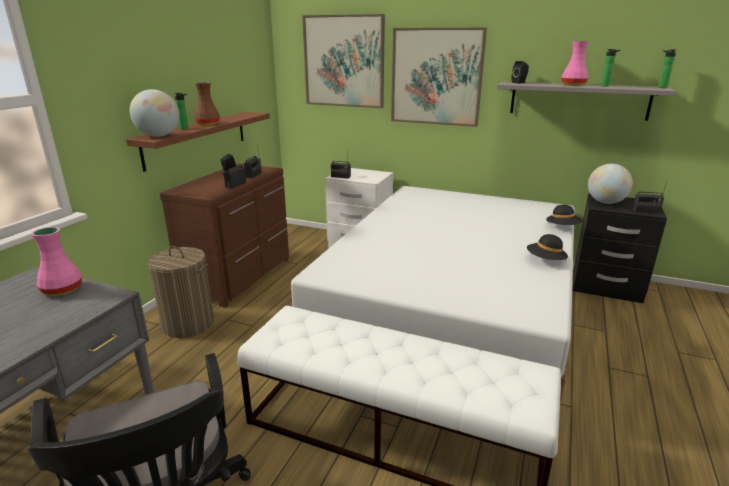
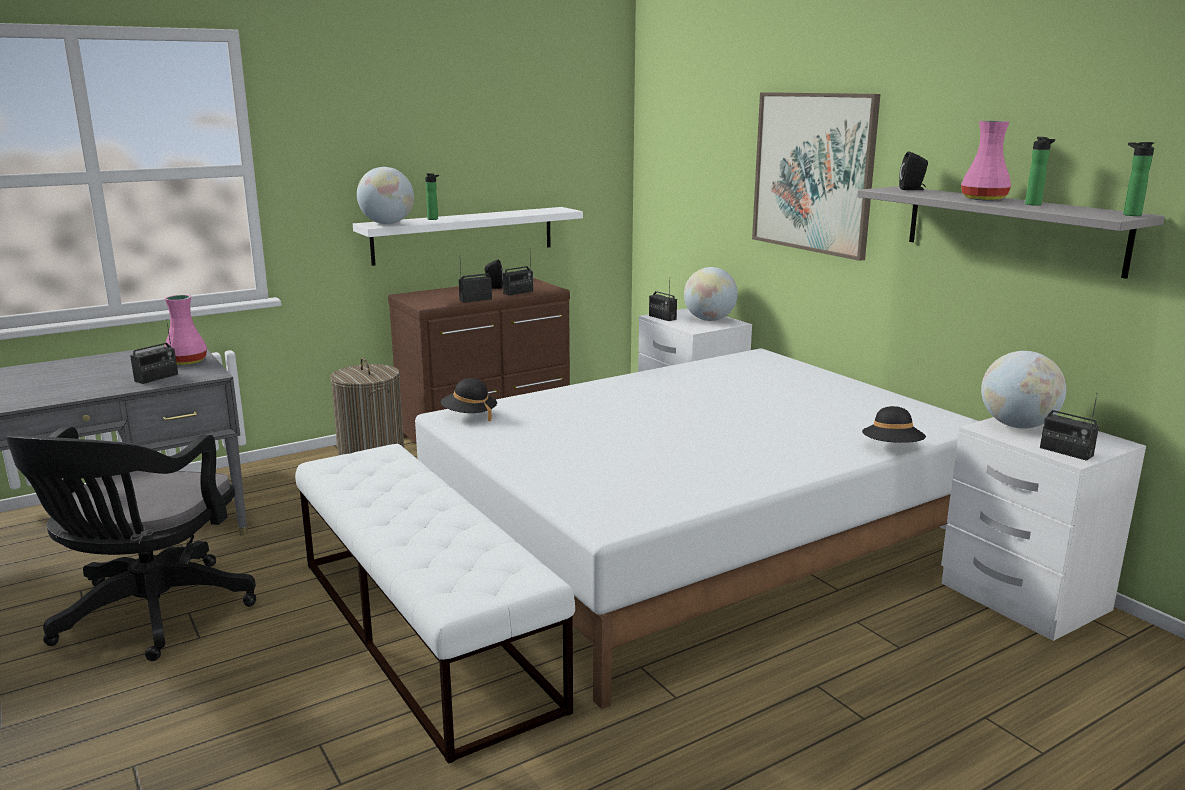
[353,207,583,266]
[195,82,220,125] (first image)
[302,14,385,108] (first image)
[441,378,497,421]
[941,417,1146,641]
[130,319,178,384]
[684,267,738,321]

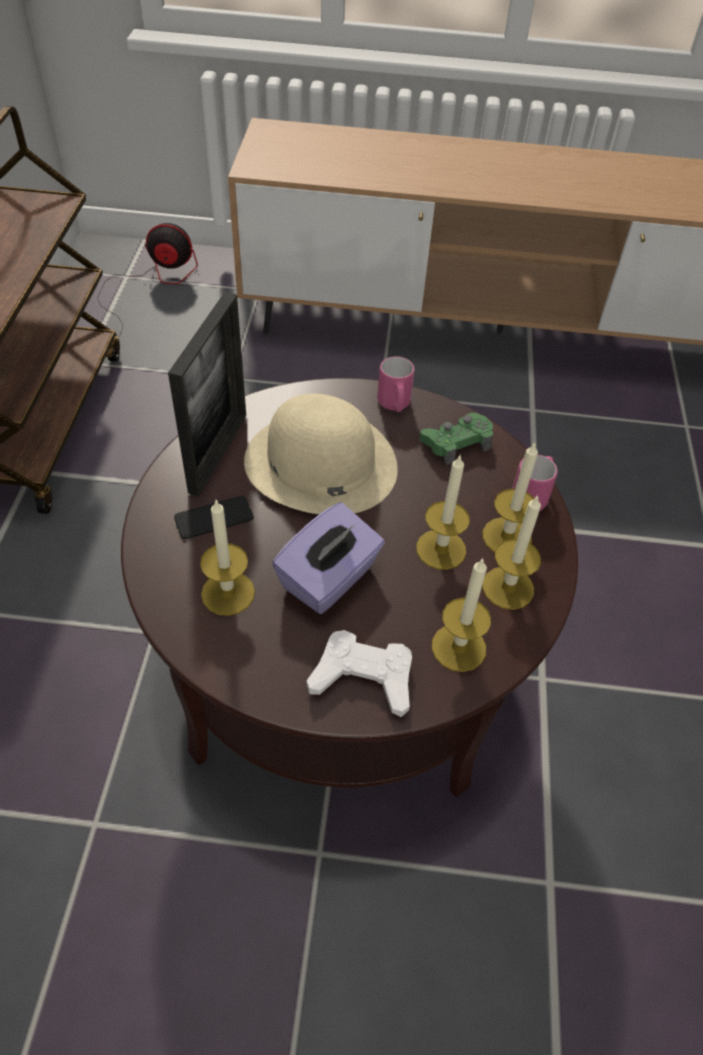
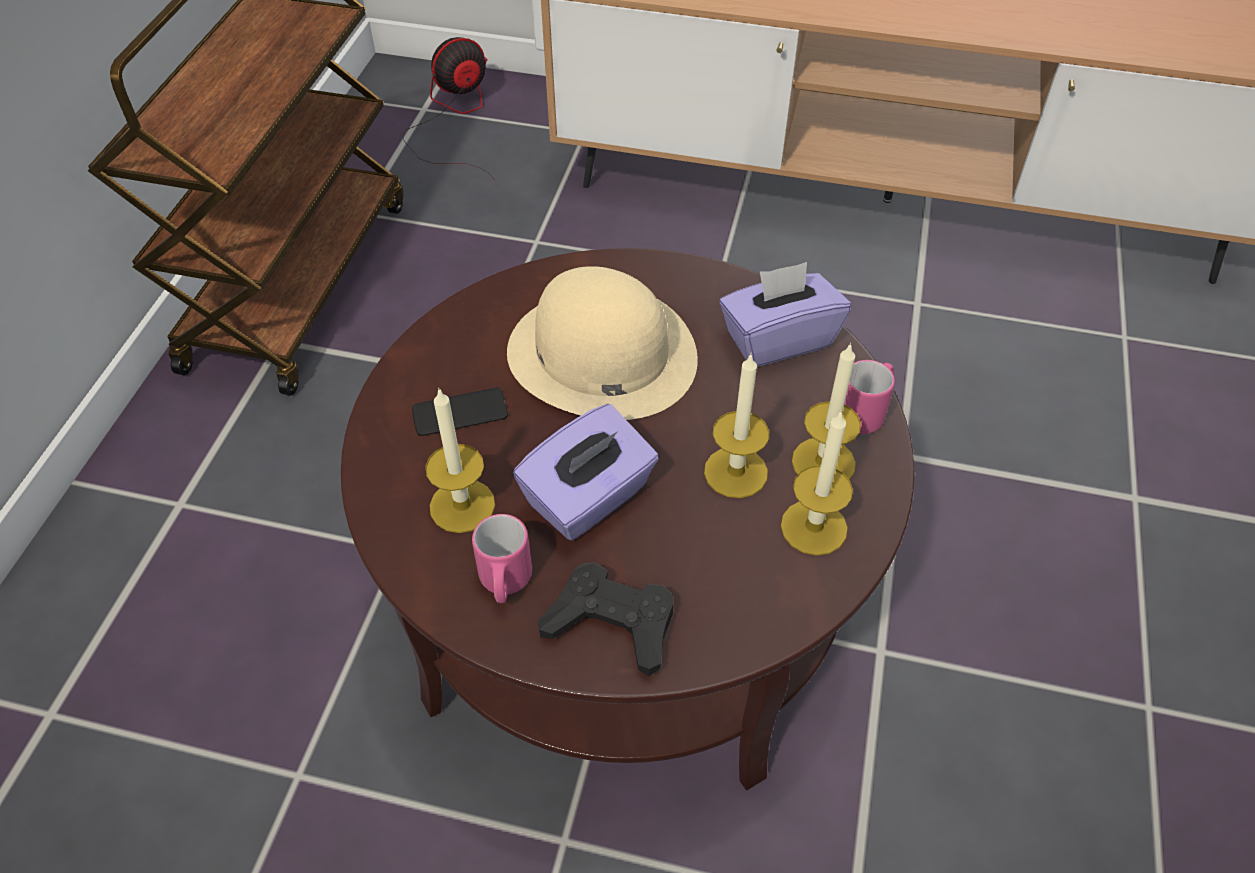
[403,37,496,181]
[168,292,246,496] (first image)
[538,562,673,676]
[472,514,532,603]
[719,262,851,366]
[432,558,491,672] (first image)

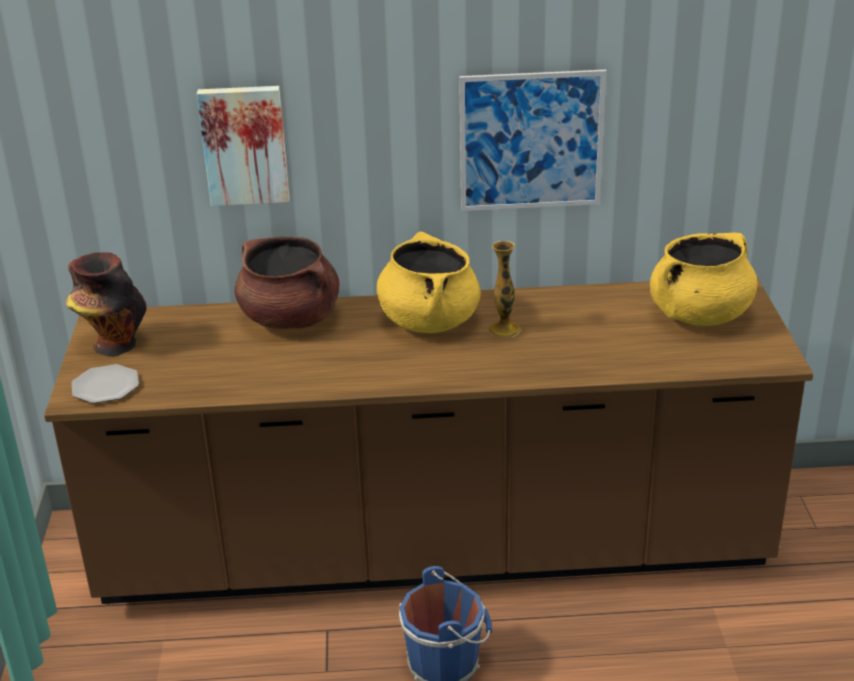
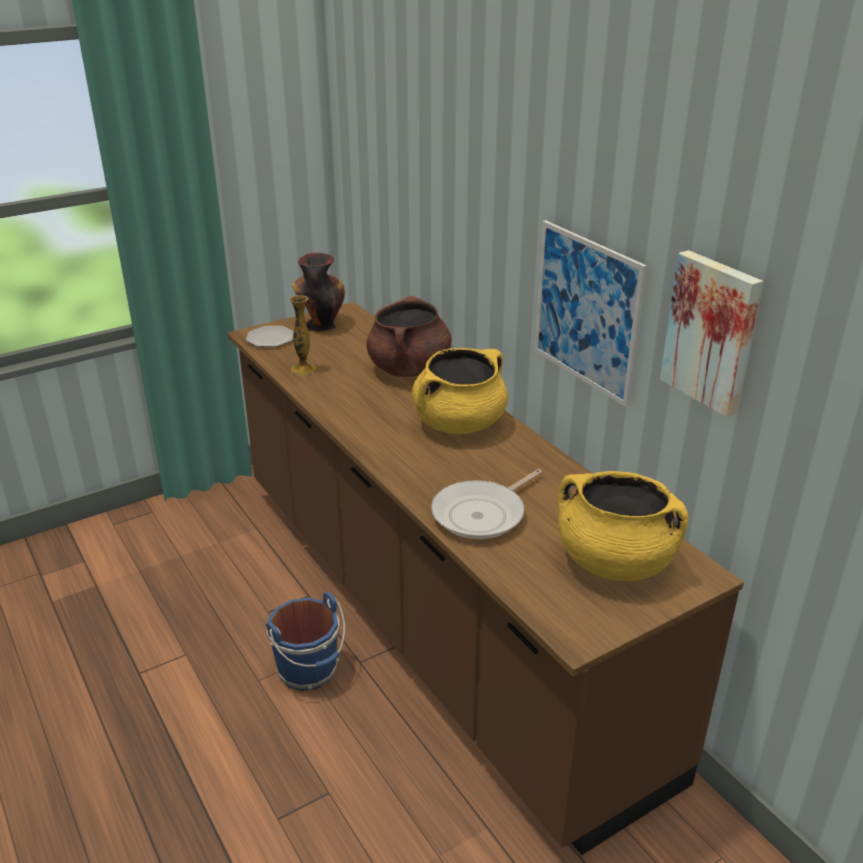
[660,250,763,417]
[290,295,316,375]
[431,469,542,539]

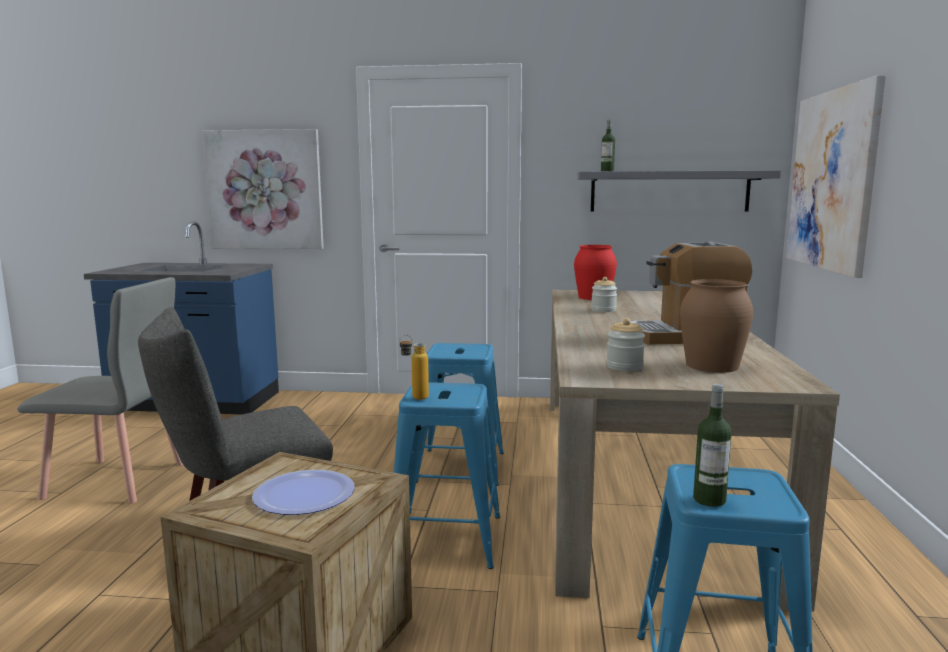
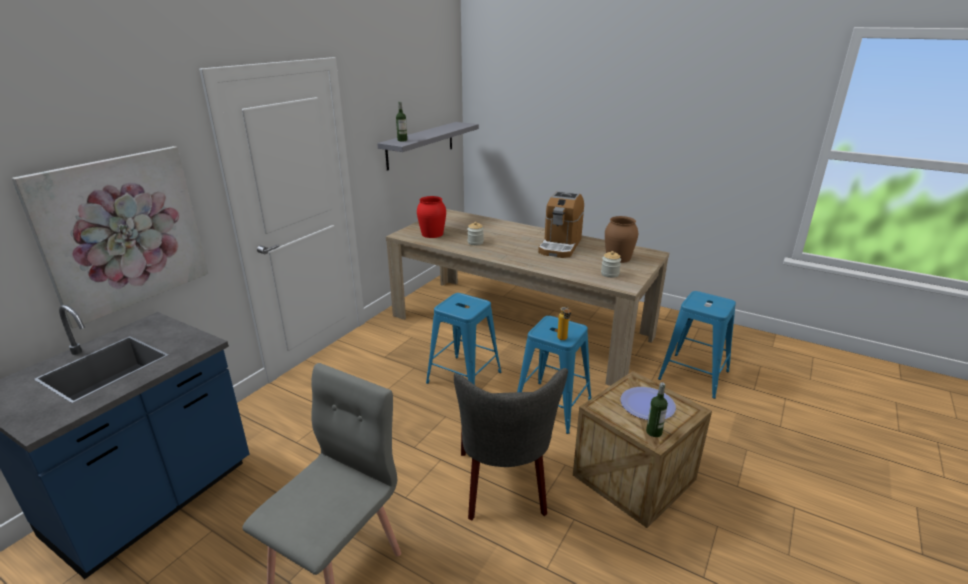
[646,382,668,437]
[786,75,886,278] (first image)

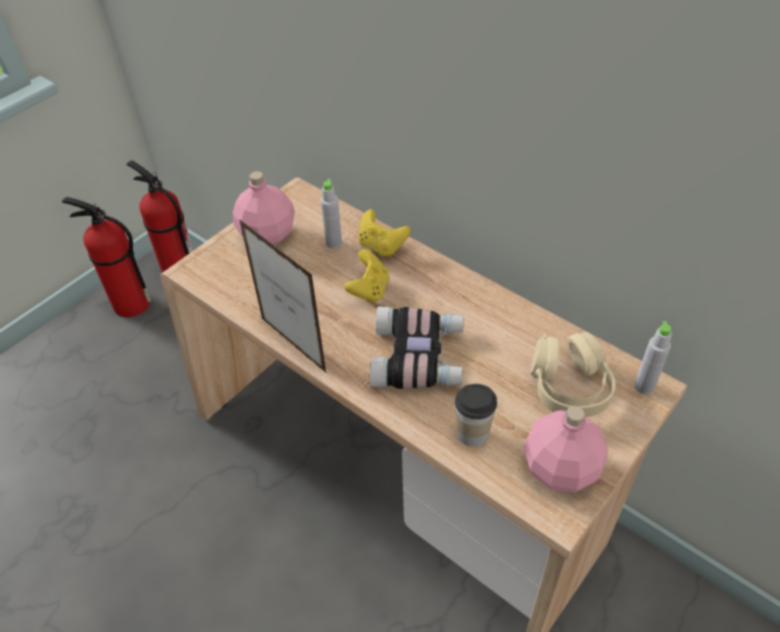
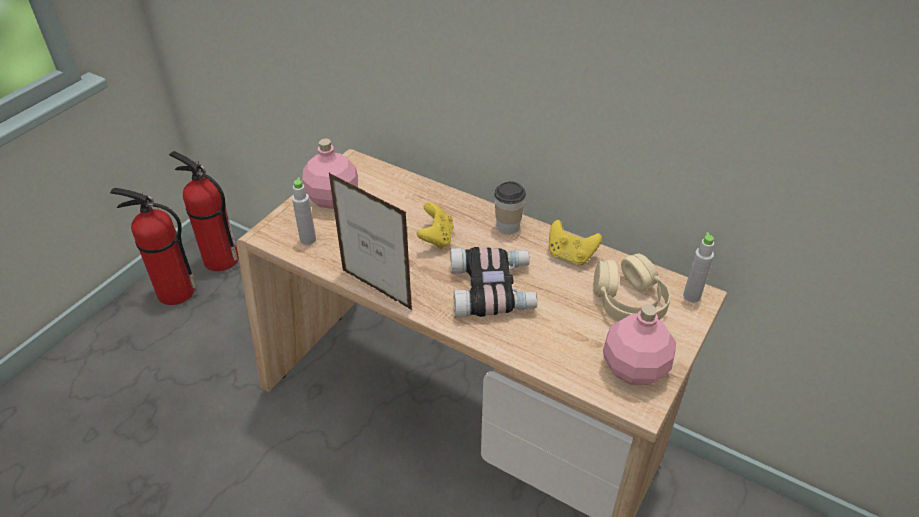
[292,178,316,245]
[549,220,602,265]
[494,181,526,234]

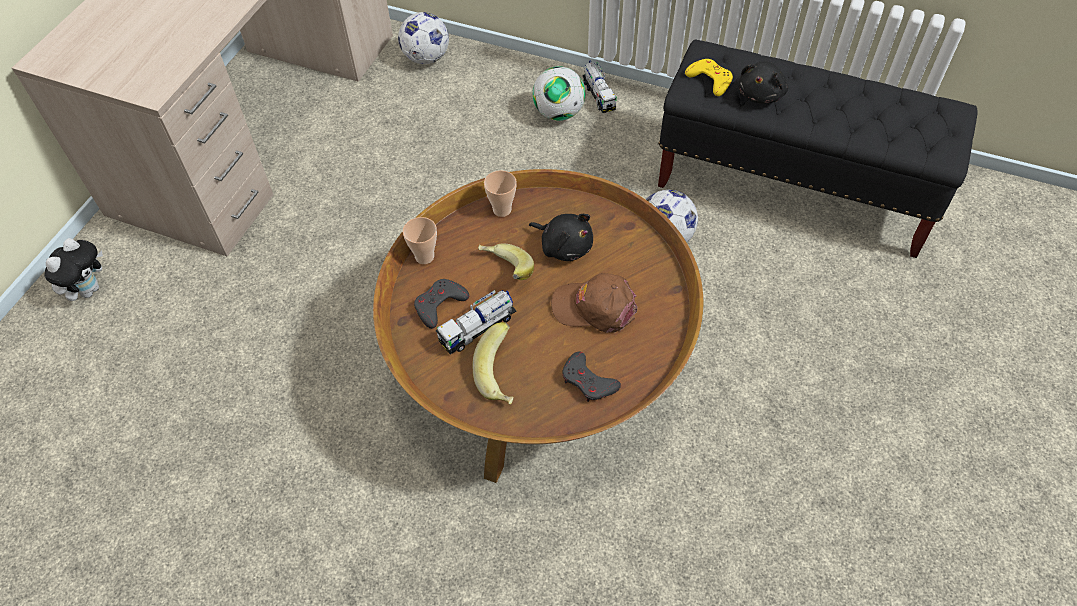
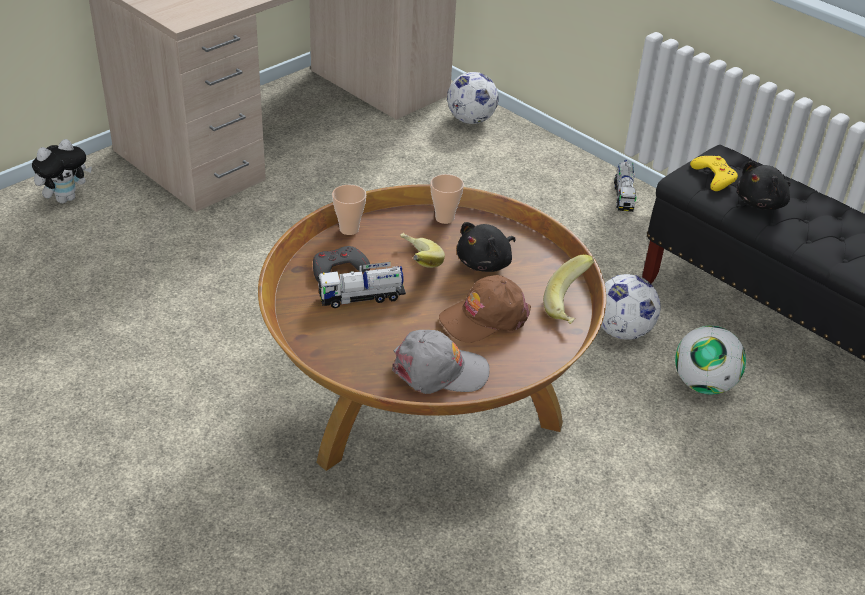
[543,255,594,324]
[457,222,516,272]
[675,326,746,394]
[439,275,531,343]
[392,330,490,394]

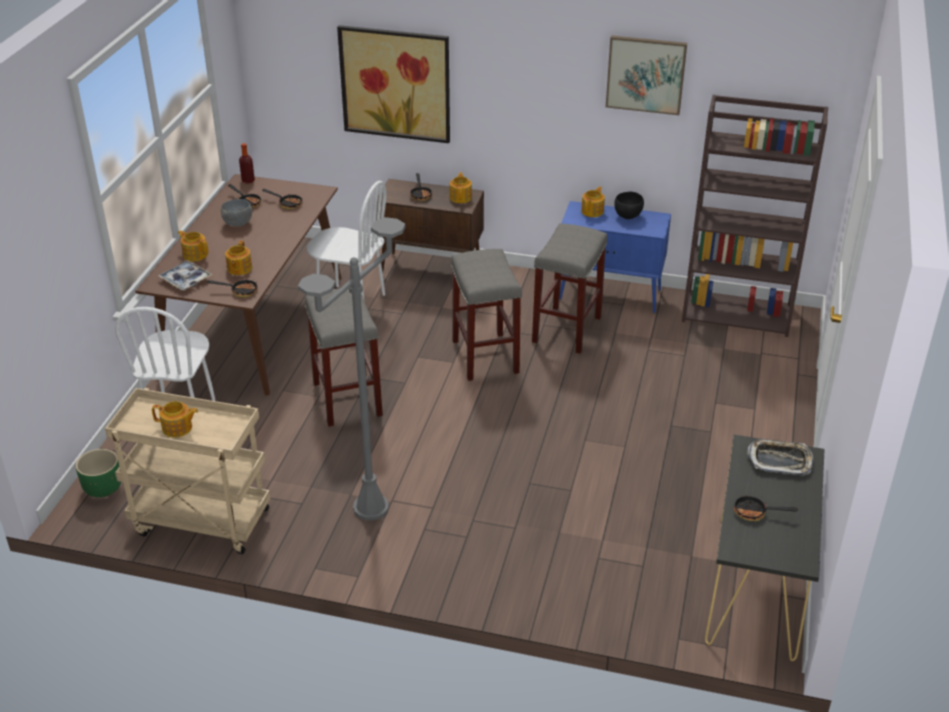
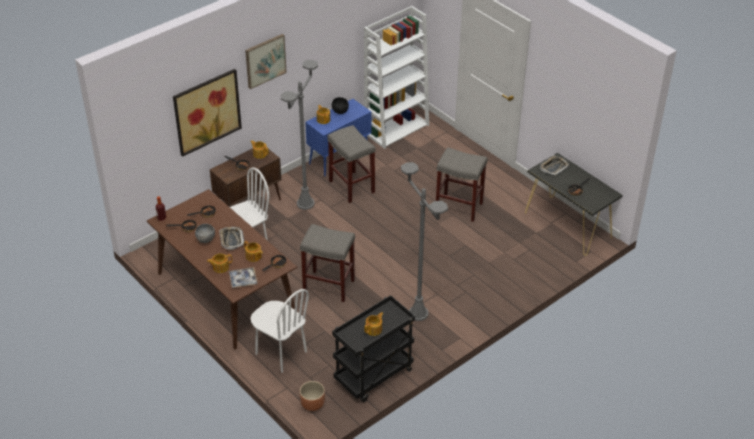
[300,381,325,411]
[332,295,415,402]
[436,147,488,222]
[245,34,287,89]
[364,6,429,149]
[219,227,245,250]
[281,60,318,210]

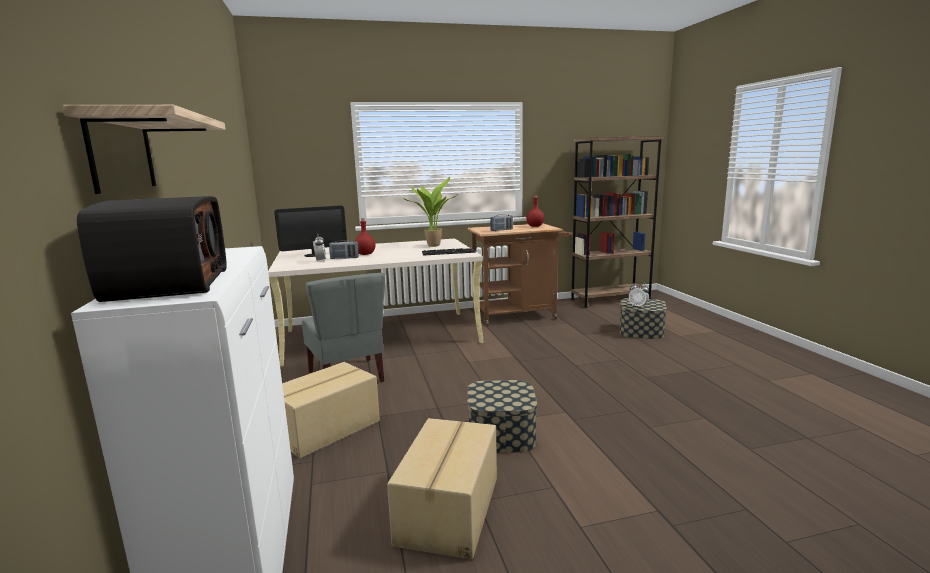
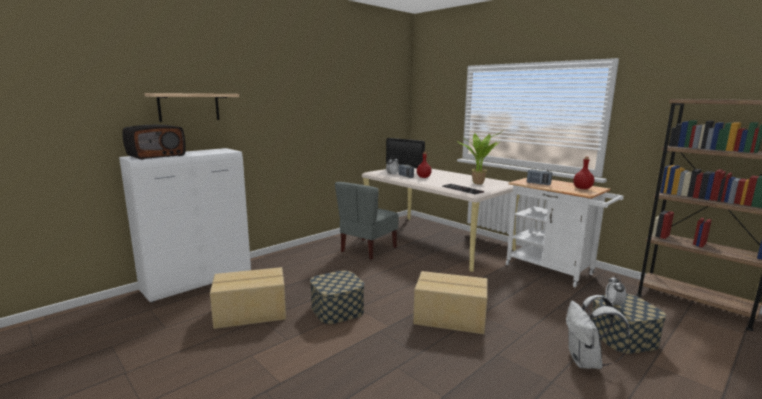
[413,271,488,334]
[506,178,624,287]
[566,295,631,369]

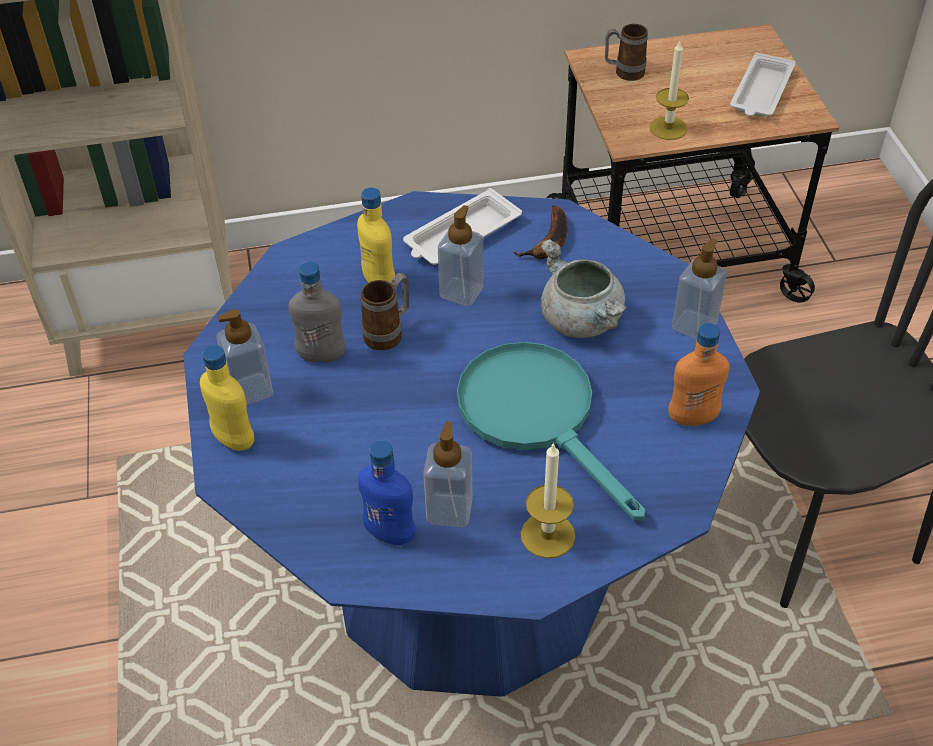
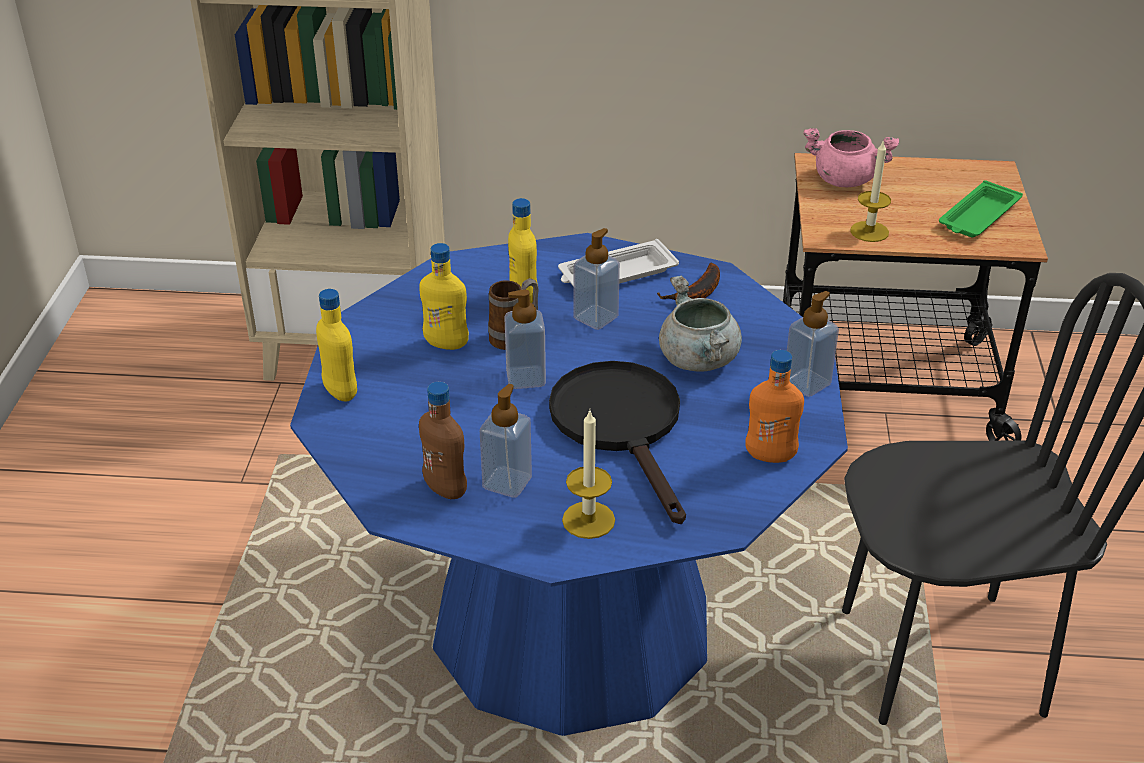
[504,289,546,389]
[419,243,469,350]
[419,382,467,499]
[549,361,686,524]
[803,128,899,187]
[939,180,1023,237]

